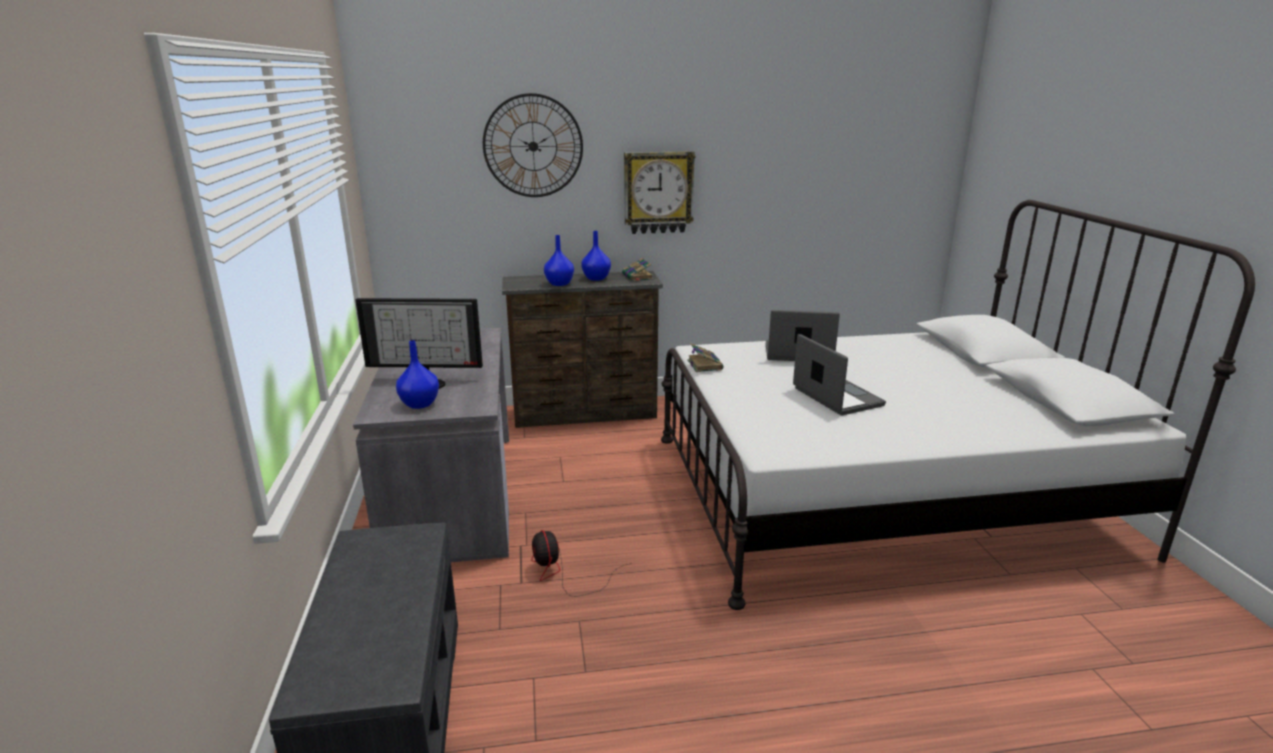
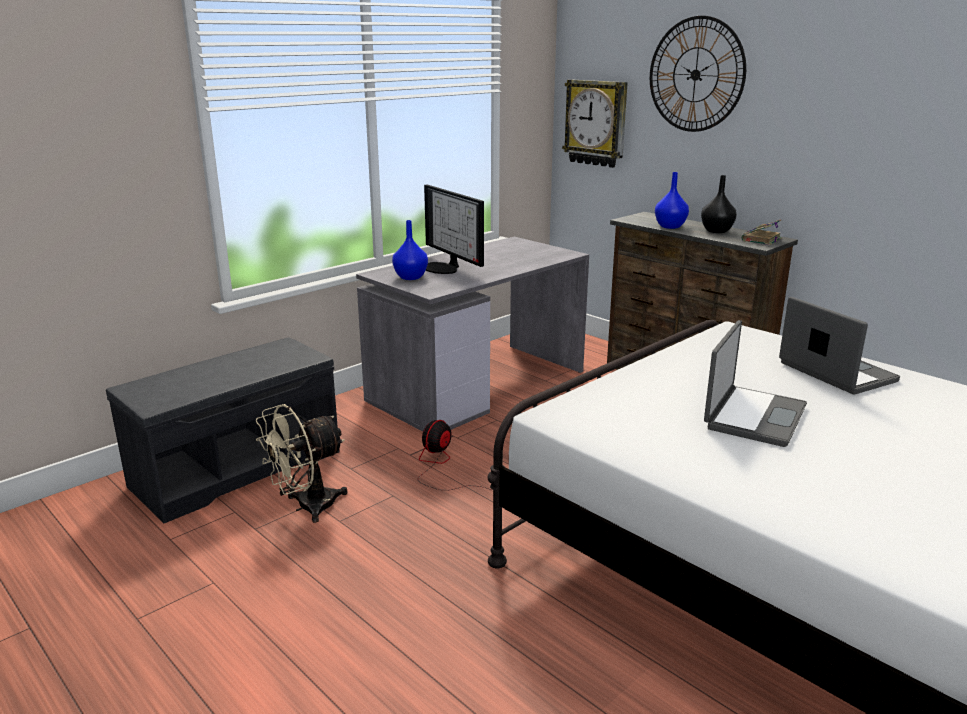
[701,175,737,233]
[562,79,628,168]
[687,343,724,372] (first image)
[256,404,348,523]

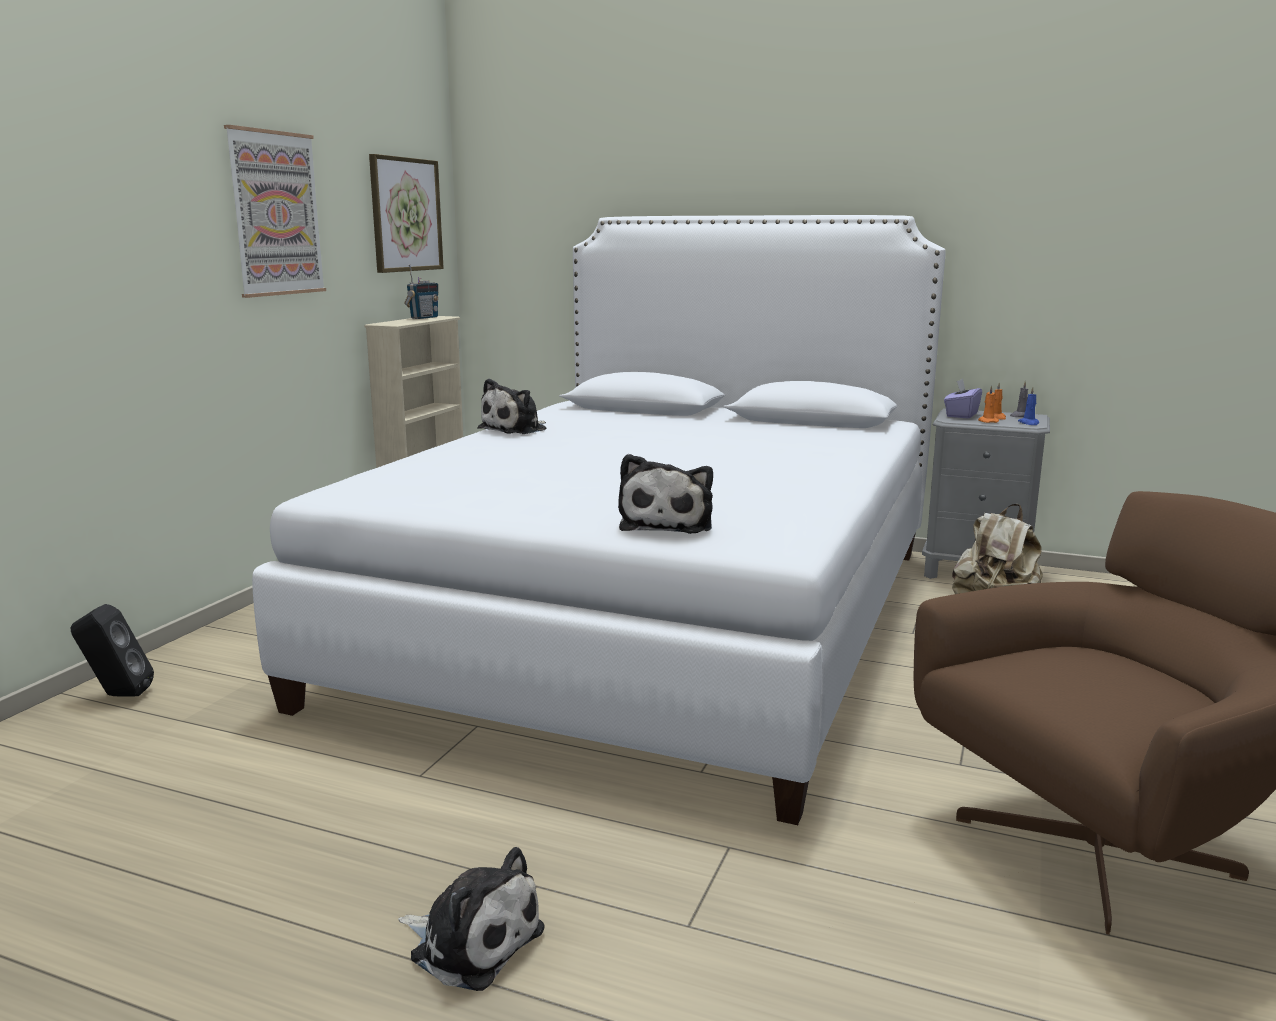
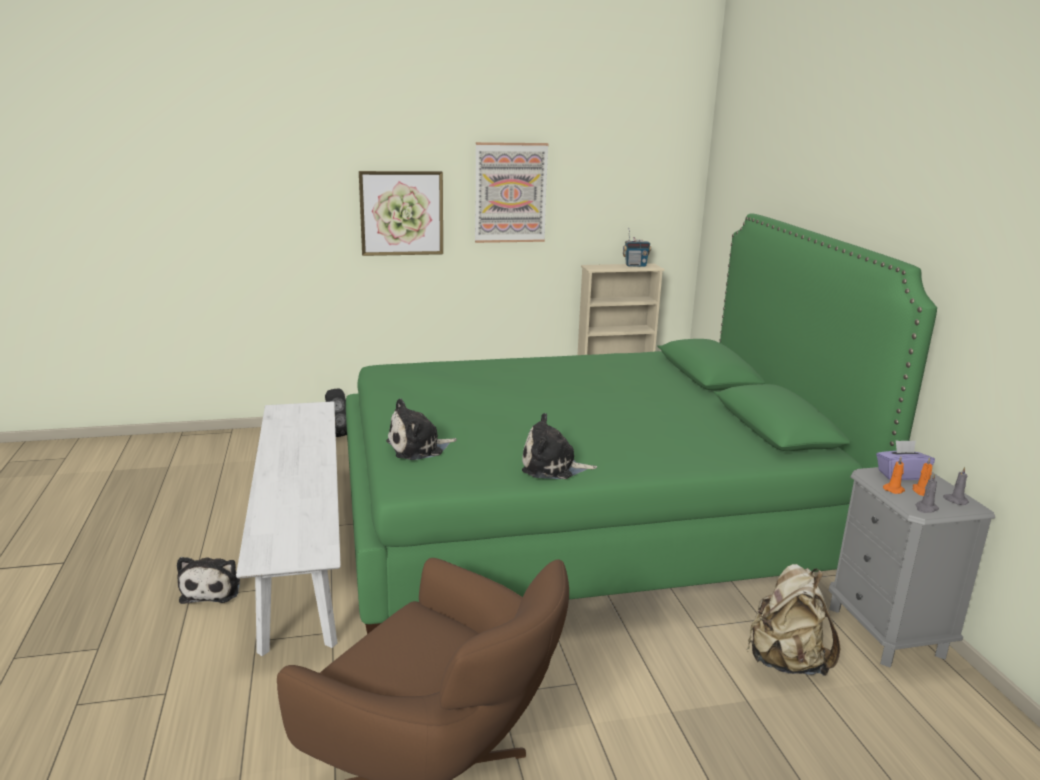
[346,214,937,634]
[359,171,443,256]
[522,413,597,479]
[916,473,939,513]
[236,401,341,656]

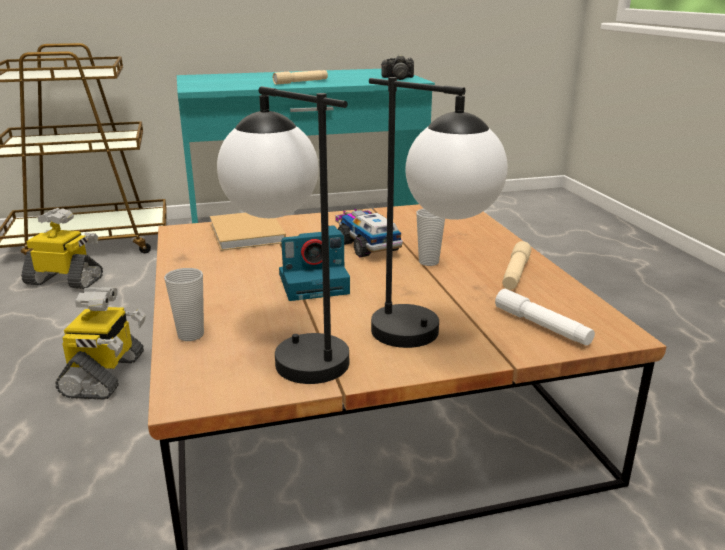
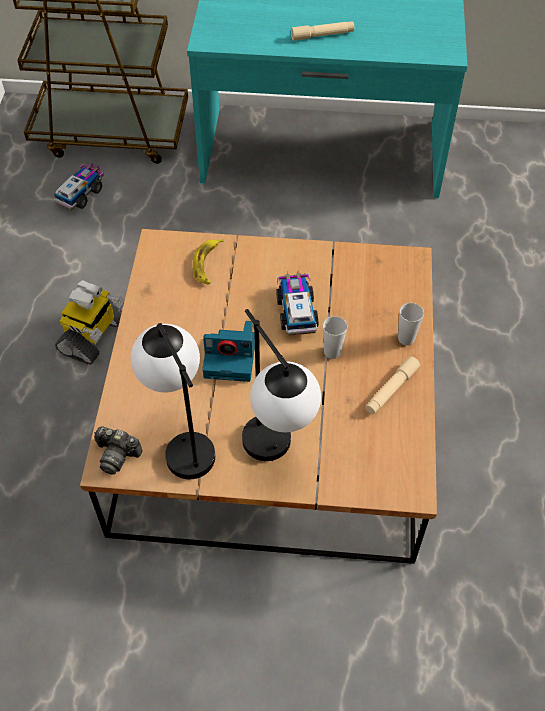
[54,164,104,210]
[398,303,424,345]
[193,239,224,285]
[94,426,143,475]
[495,289,595,346] (first image)

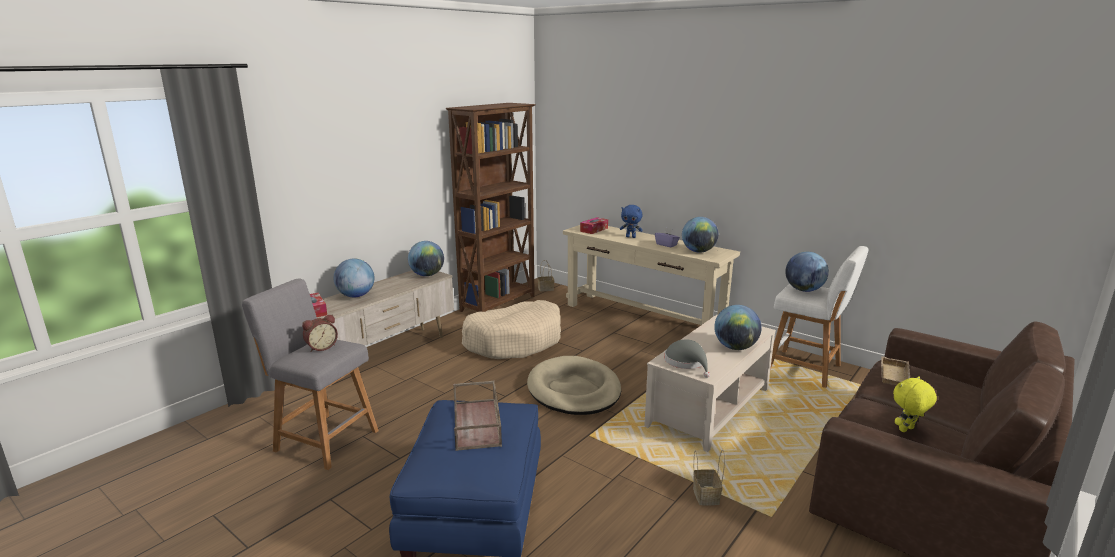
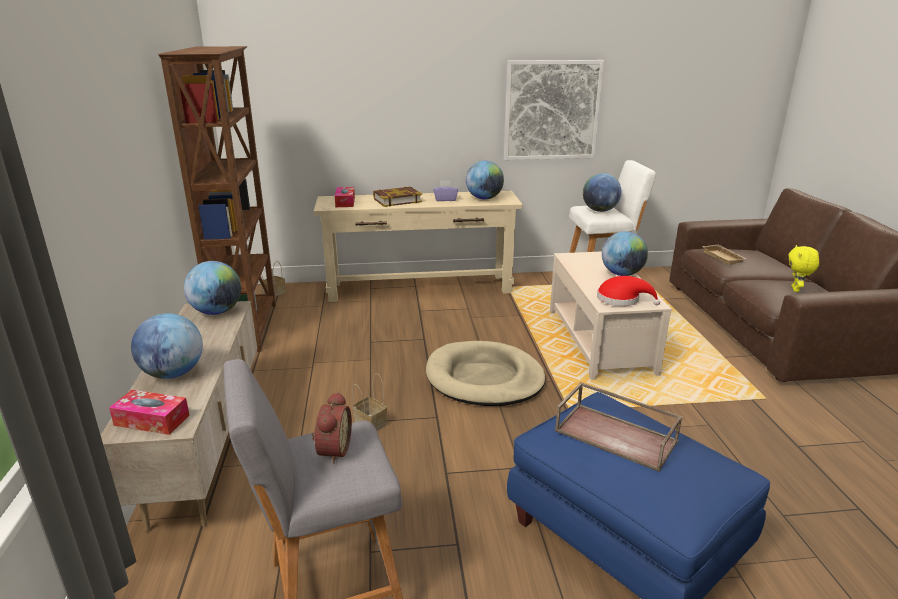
[462,300,561,359] (first image)
[373,187,422,207]
[597,276,660,306]
[352,373,387,431]
[504,60,604,160]

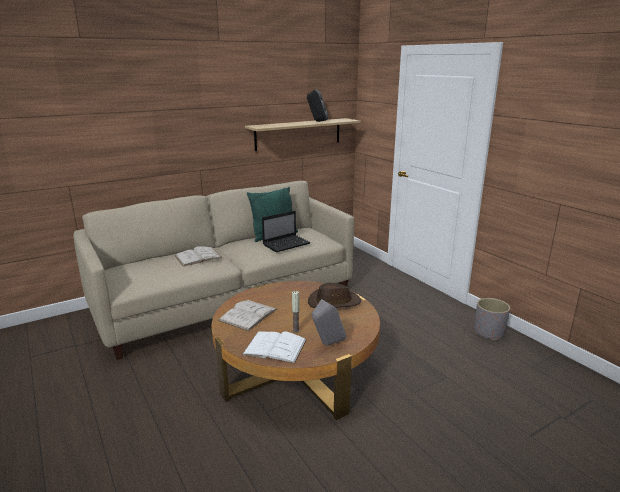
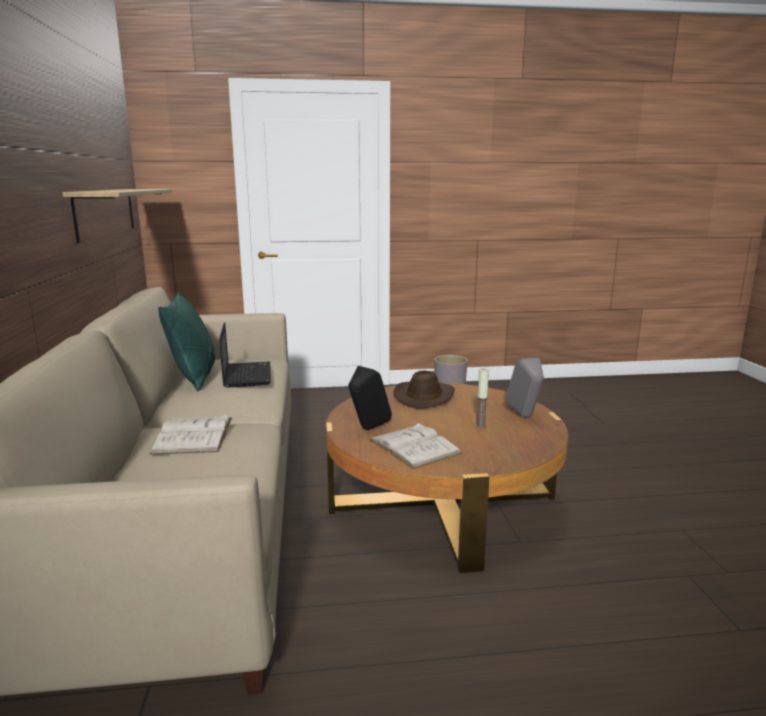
[242,331,307,364] (first image)
[348,366,392,430]

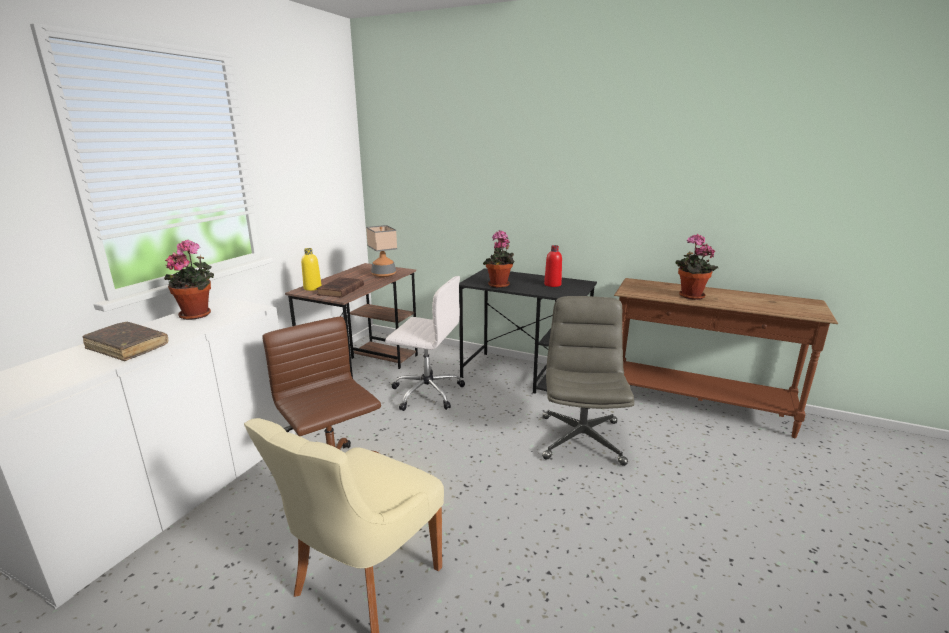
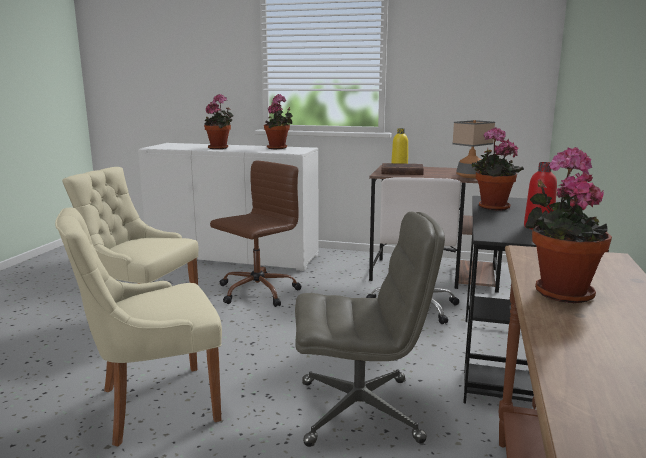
[204,94,234,149]
[55,208,222,446]

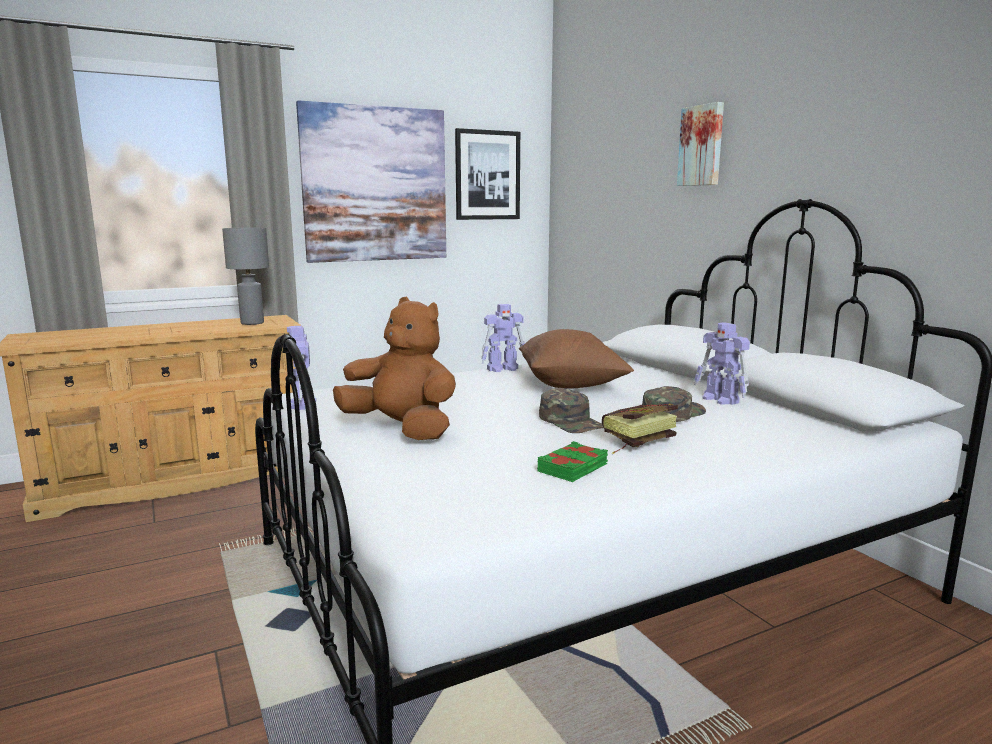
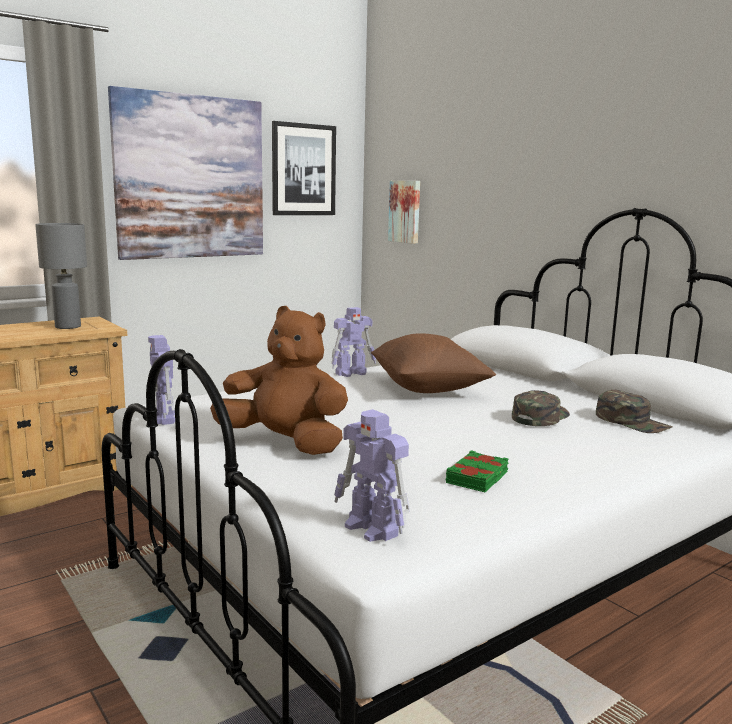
[596,390,673,433]
[602,403,678,454] (first image)
[388,181,420,244]
[334,409,410,542]

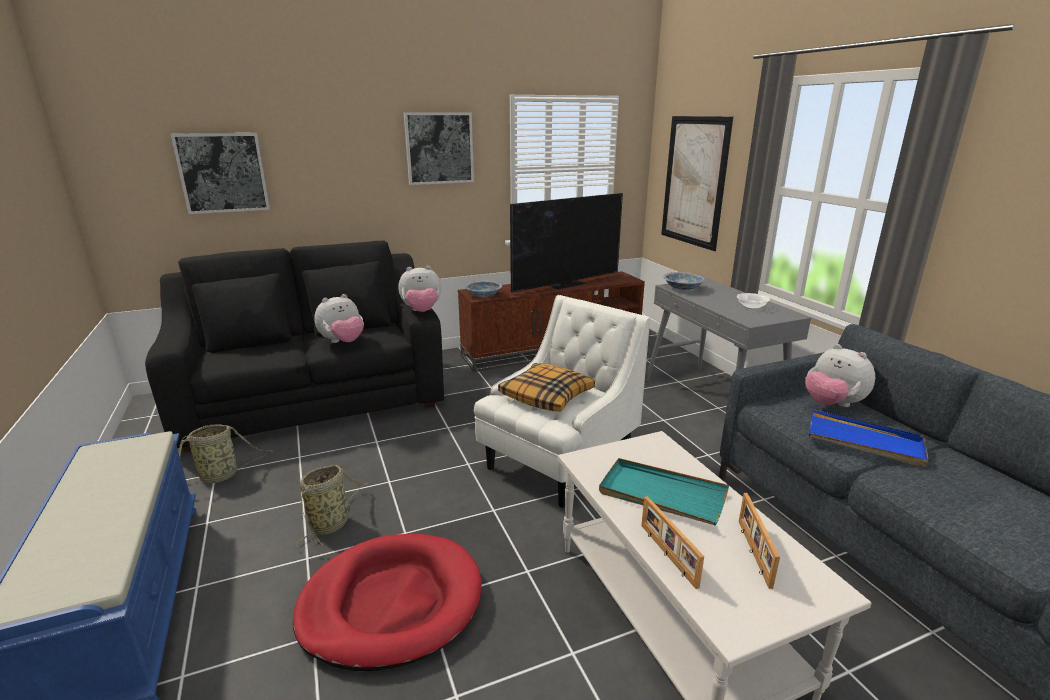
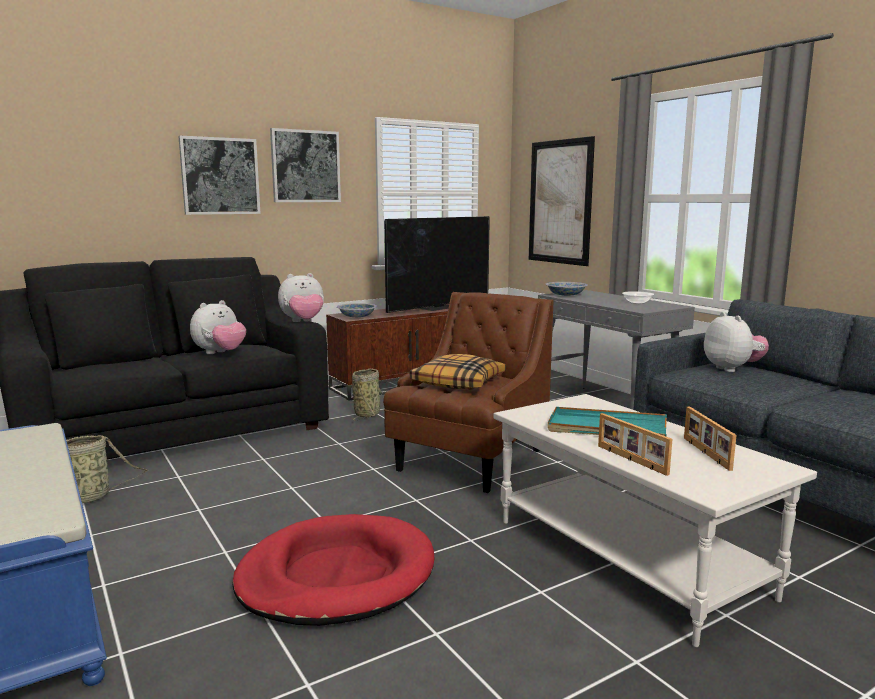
[178,136,261,215]
[352,369,382,421]
[383,292,553,493]
[704,312,769,372]
[808,409,928,467] (first image)

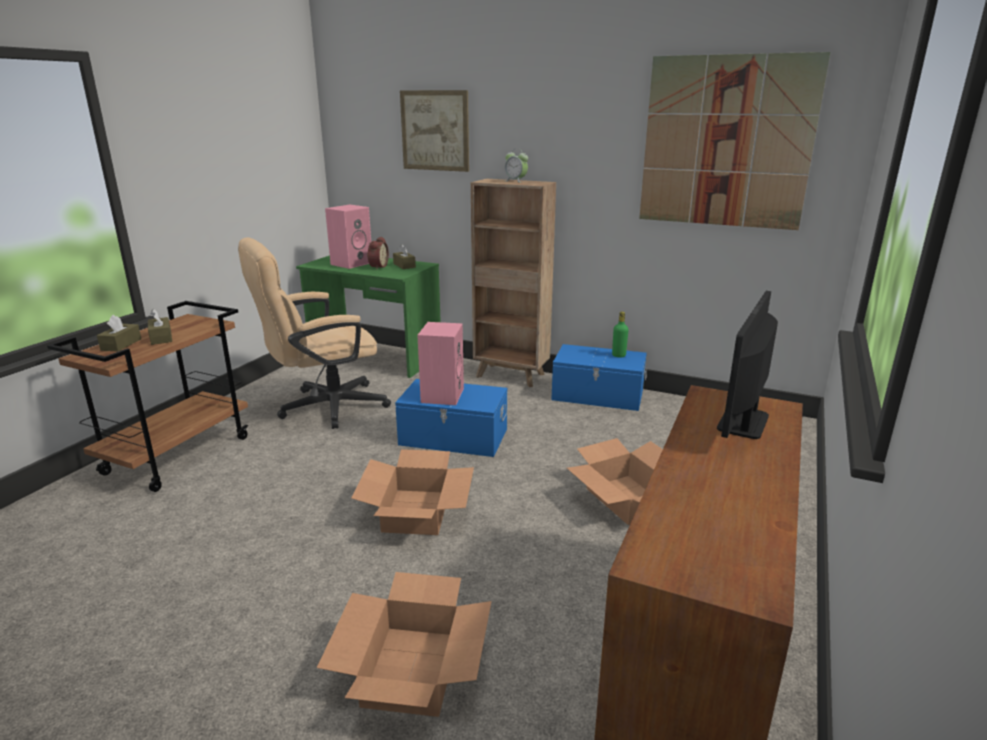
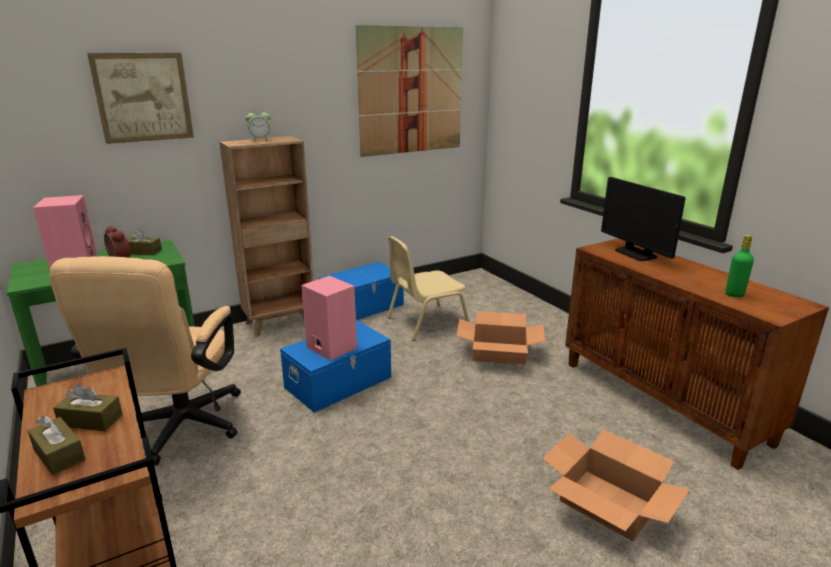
[351,449,474,535] (first image)
[725,235,754,297]
[387,236,470,341]

